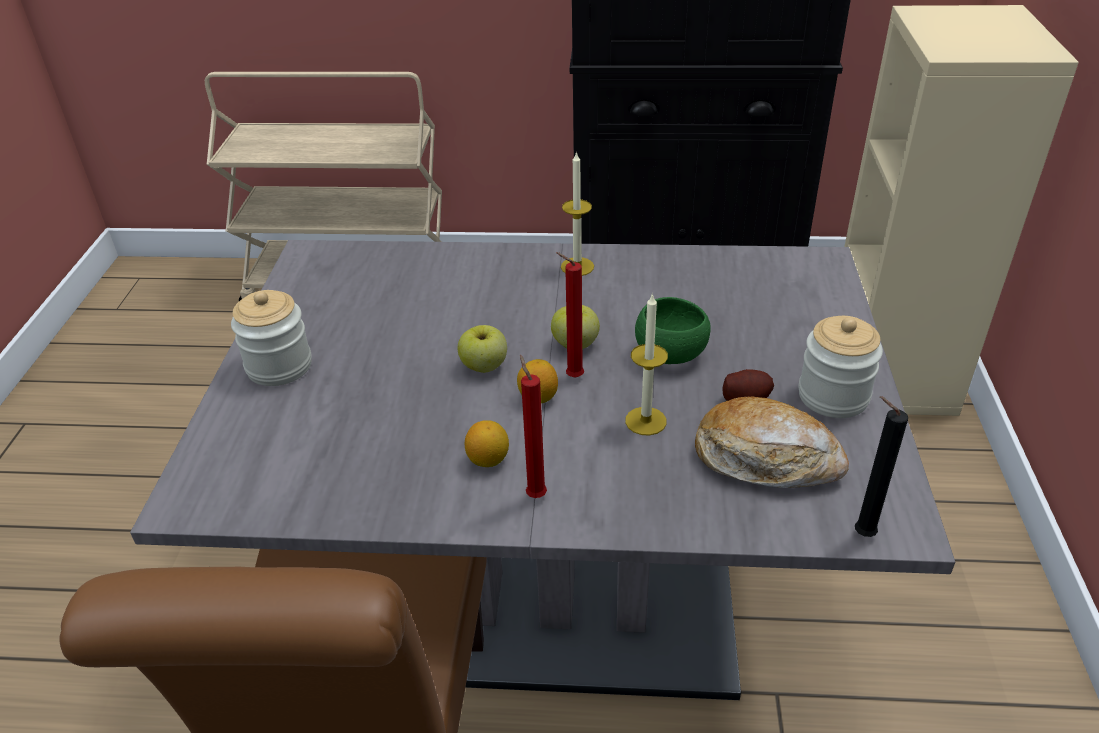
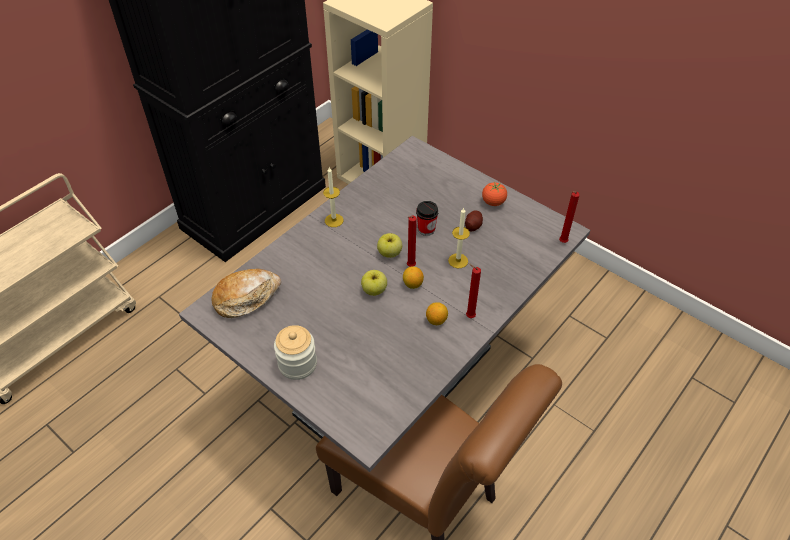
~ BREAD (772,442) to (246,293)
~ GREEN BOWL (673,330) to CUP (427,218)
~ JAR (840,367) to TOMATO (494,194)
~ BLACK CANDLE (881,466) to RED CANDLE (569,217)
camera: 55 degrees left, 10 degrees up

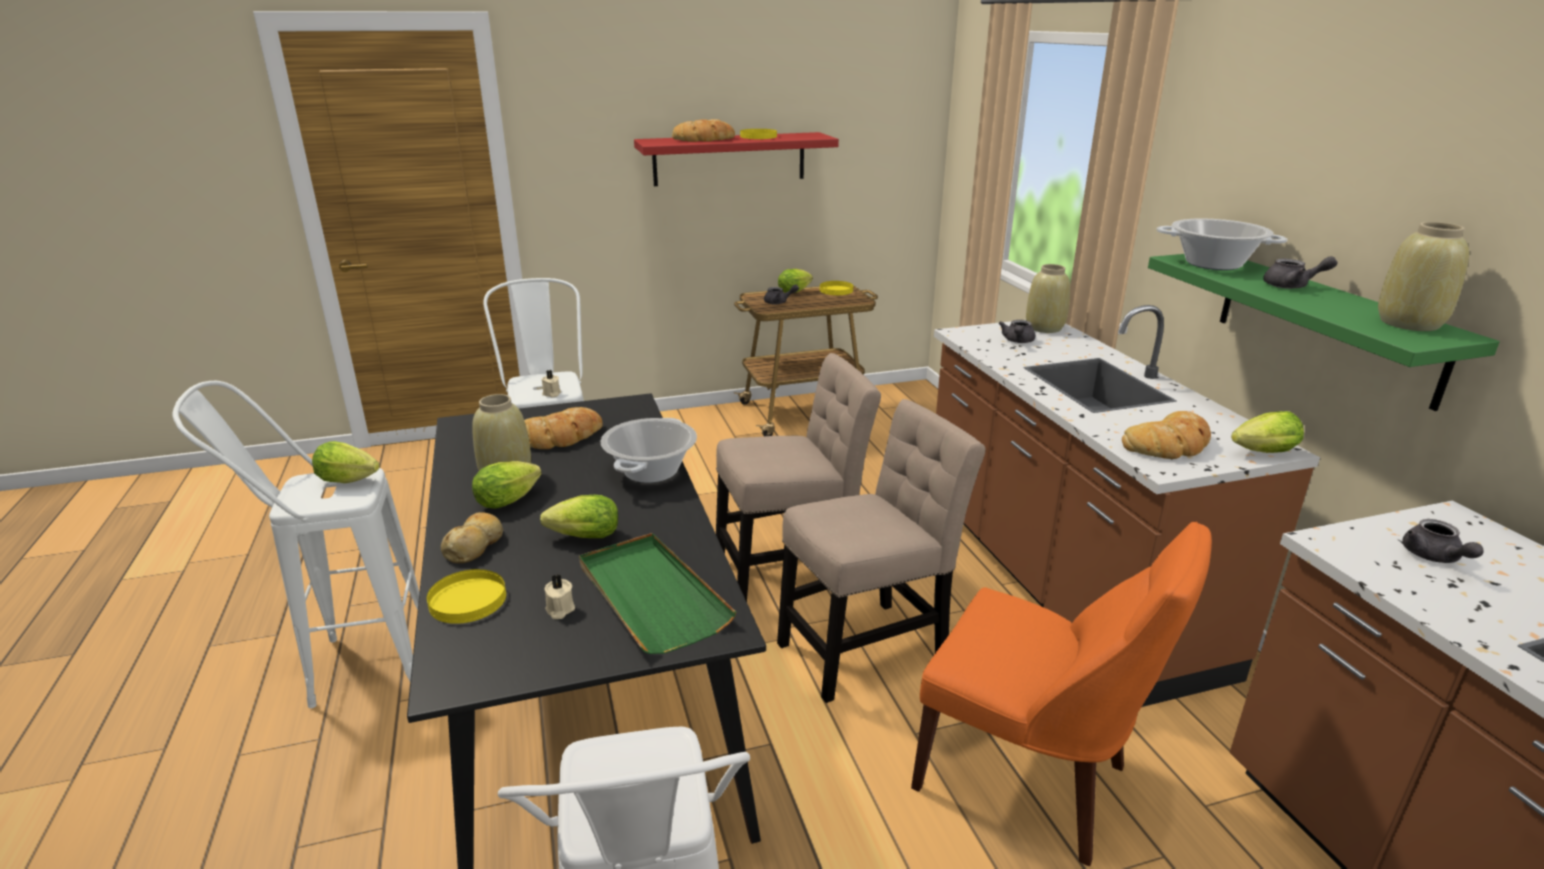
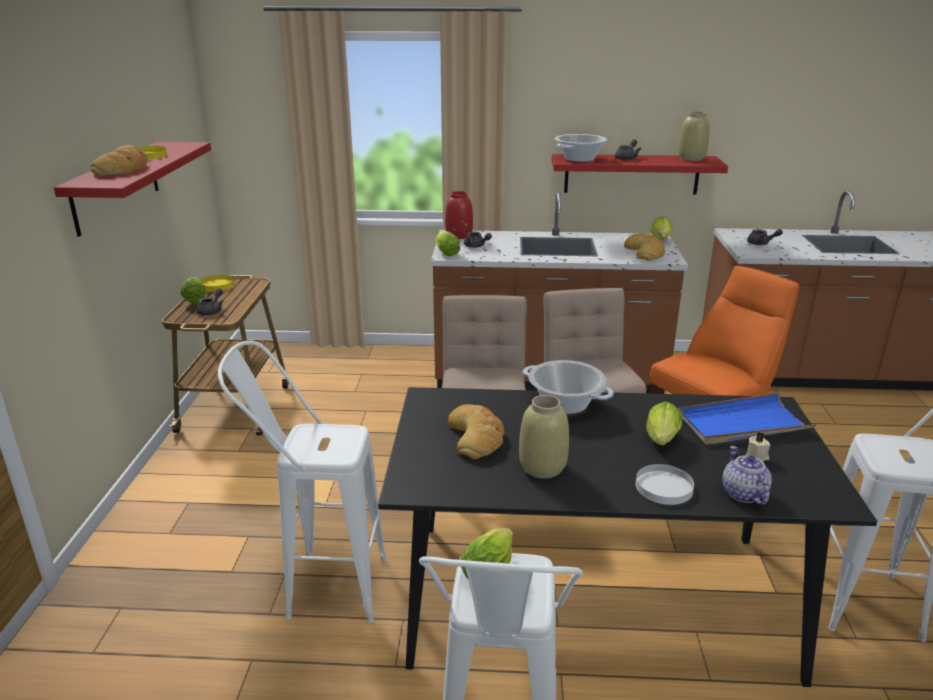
- BEIGE CANDLE (551,383)
~ LETTUCE (507,485) to (448,243)
~ YELLOW PLATE (466,596) to TEAPOT (747,475)
~ BREAD (472,537) to WHITE PLATE (665,484)
~ GREEN TRAY (658,593) to BLUE TRAY (747,418)
~ BEIGE VASE (1048,298) to RED VASE (459,215)
~ GREEN SHELF (1324,332) to RED SHELF (639,174)
camera: 70 degrees left, 0 degrees up

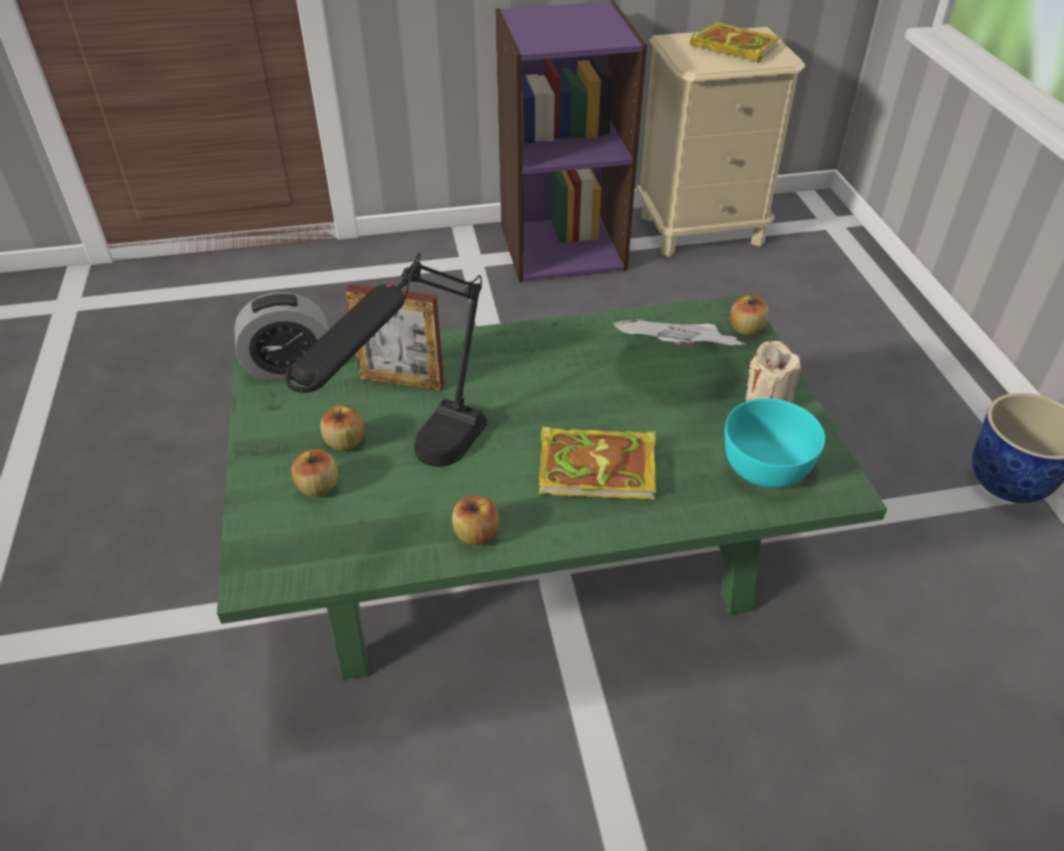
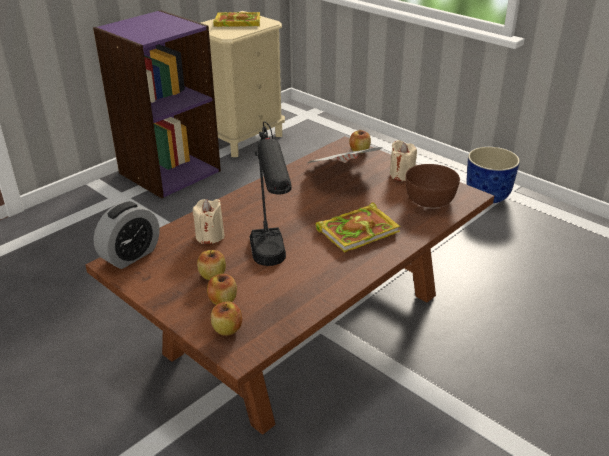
~ APPLE (475,520) to (226,318)
~ PICTURE FRAME (394,337) to BEIGE CANDLE (209,221)
~ GREEN COFFEE TABLE (552,487) to BROWN COFFEE TABLE (289,285)
~ TURQUOISE BOWL (775,443) to BROWN BOWL (432,186)
camera: 35 degrees left, 10 degrees down

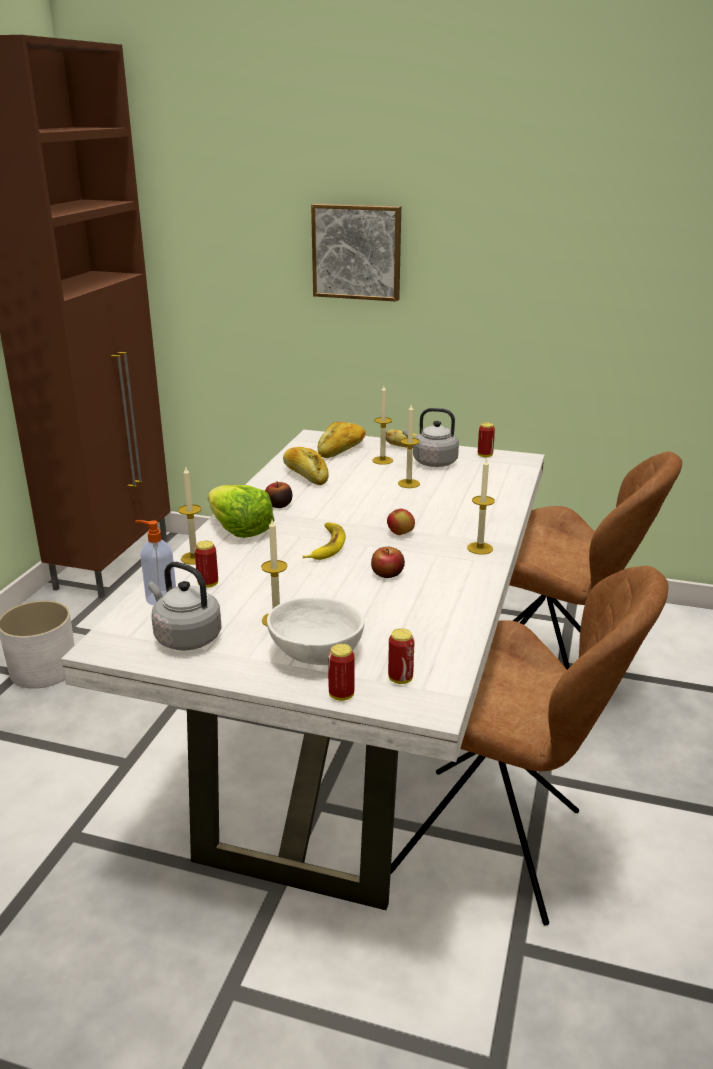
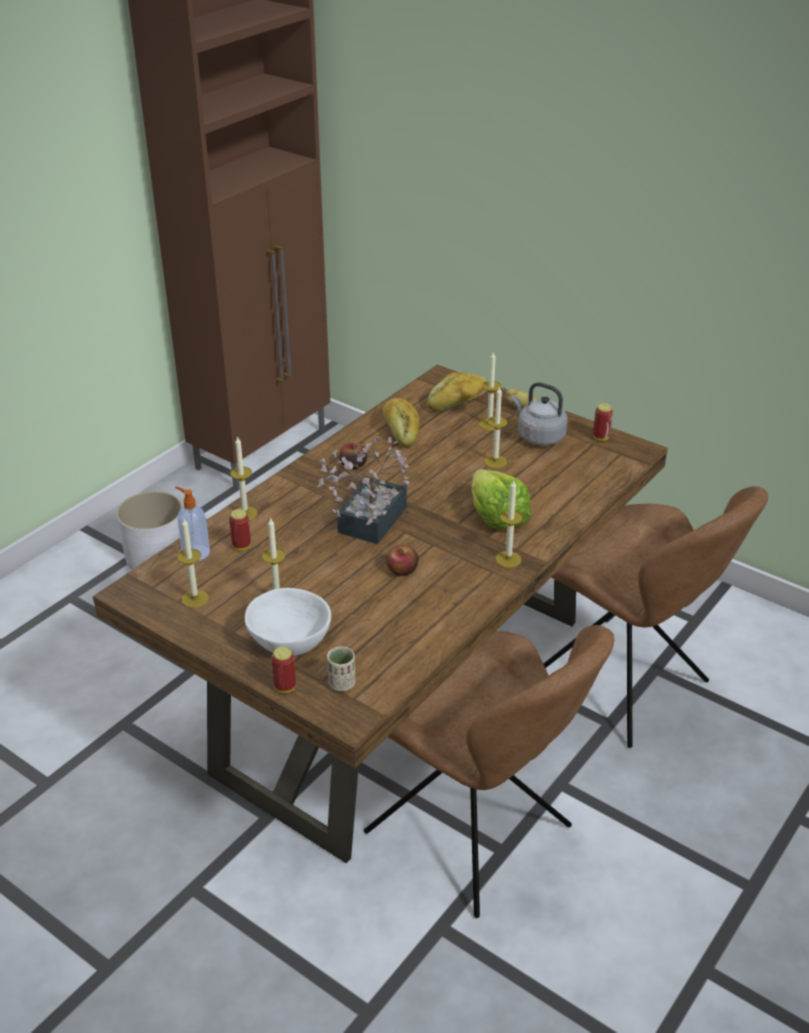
- PICTURE (356,252)
- APPLE (401,522)
~ LETTUCE (241,511) to (501,499)
~ GREY KETTLE (185,606) to CANDLE (193,563)
~ BANANA (324,541) to POTTED PLANT (363,490)
~ CAN (401,656) to BEIGE CUP (341,668)
~ WHITE DINING TABLE (302,669) to BROWN DINING TABLE (380,614)
camera: 20 degrees right, 10 degrees up

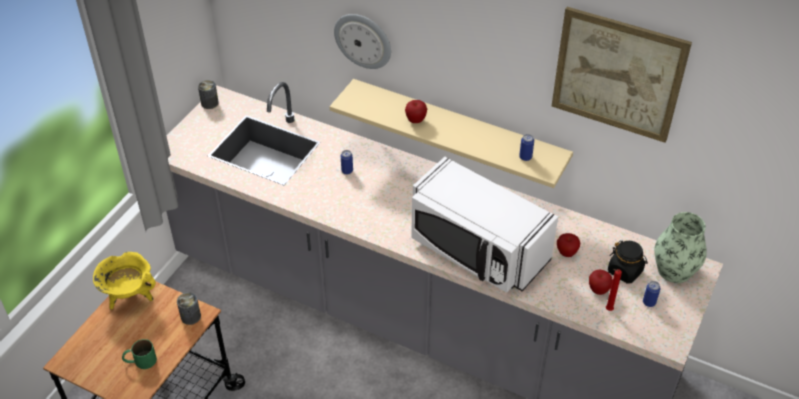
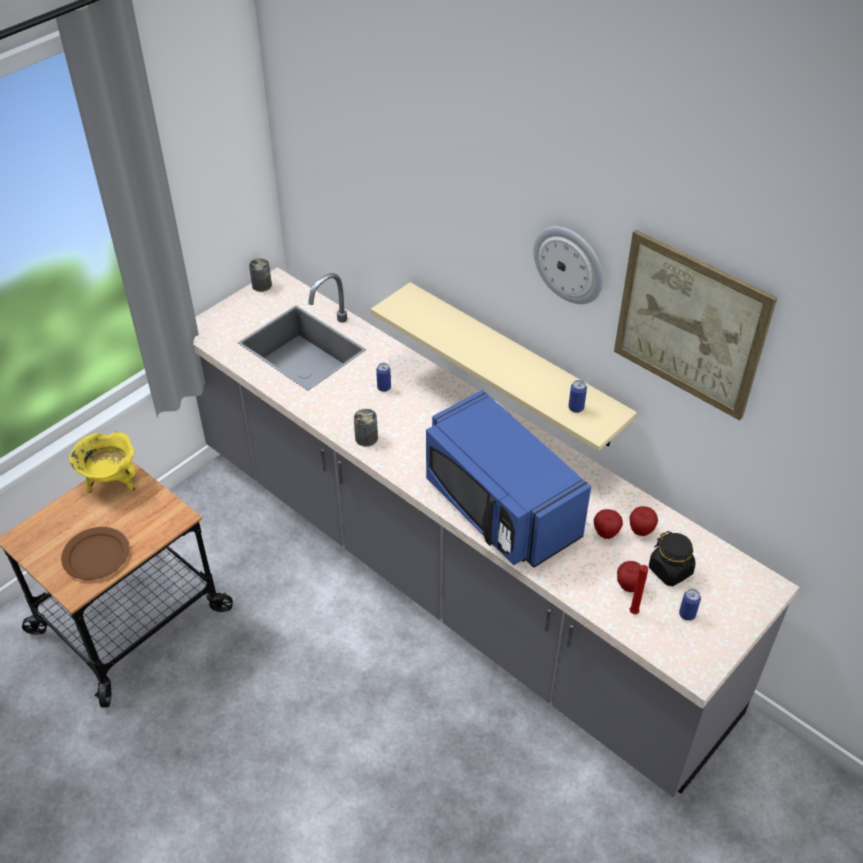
- VASE (680,247)
~ CAN (189,308) to (366,427)
~ WALL CLOCK (362,41) to (568,265)
~ APPLE (416,111) to (643,521)
~ GREEN MUG (139,354) to BROWN PLATE (95,553)
~ WHITE MICROWAVE (484,225) to BLUE MICROWAVE (508,479)
camera: 15 degrees right, 0 degrees up

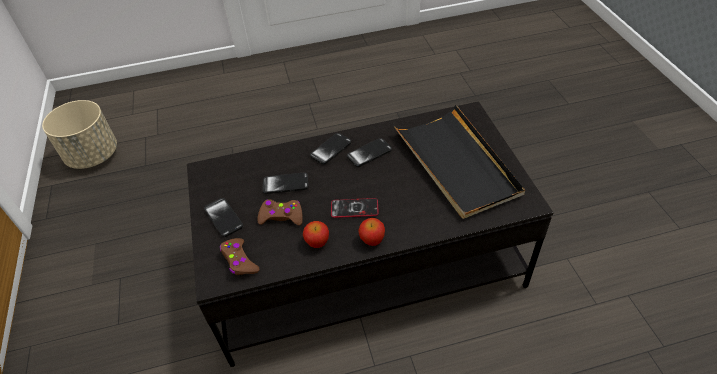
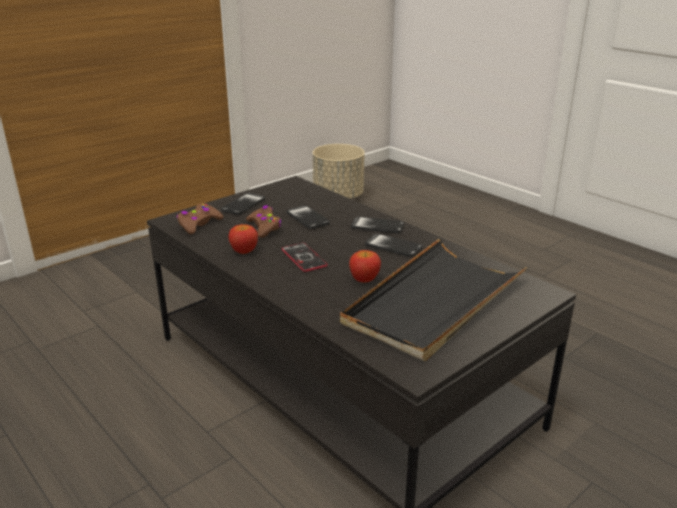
~ APPLE (371,232) to (365,266)
camera: 60 degrees right, 20 degrees down

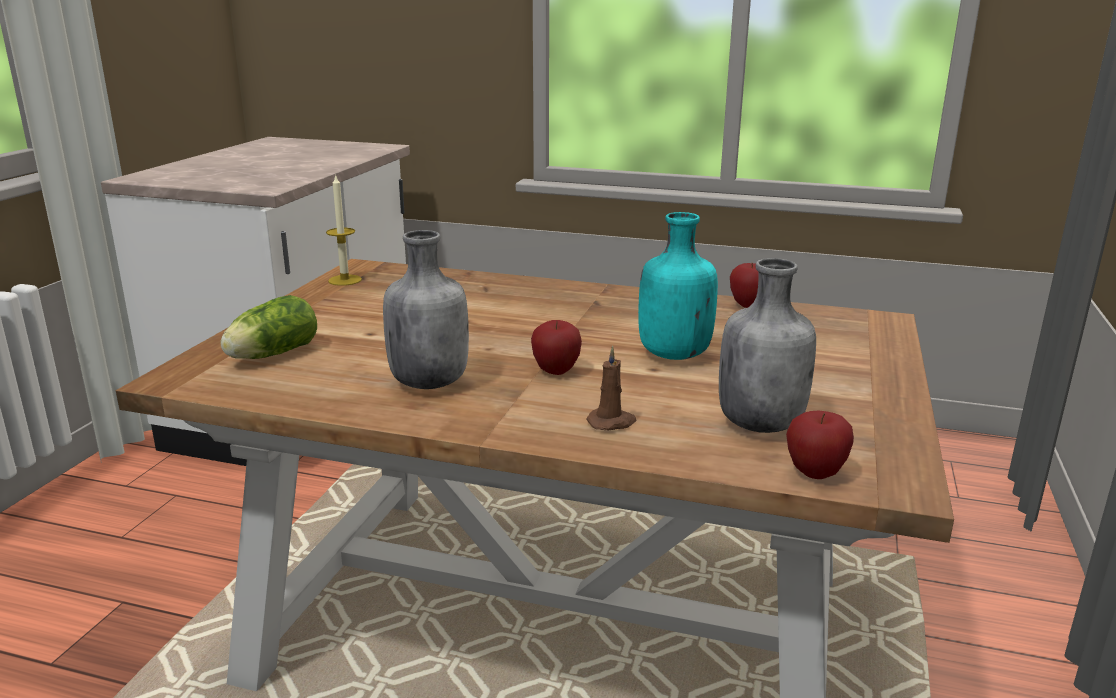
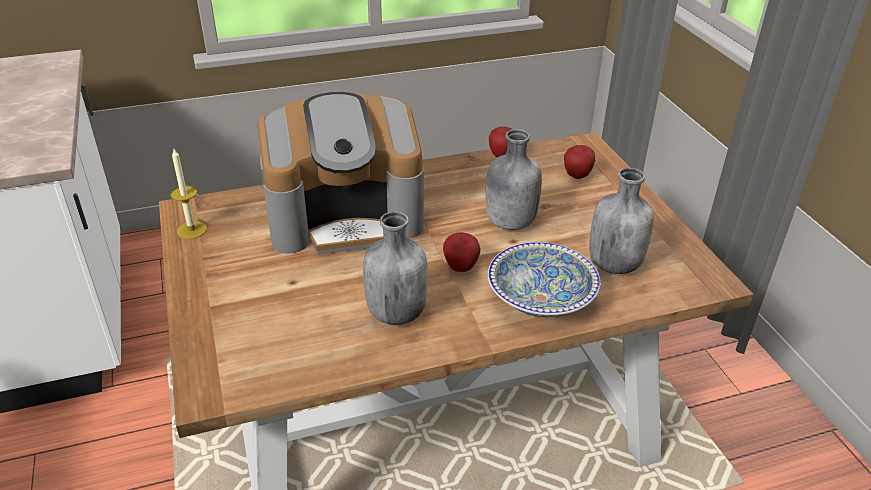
- LETTUCE (269,327)
+ COFFEE MACHINE (341,173)
~ APPLE (820,444) to (579,162)
~ BROWN CANDLE (611,388) to BOWL (544,279)
~ TURQUOISE BOTTLE (678,286) to GREY BOTTLE (513,179)
camera: 35 degrees left, 15 degrees up

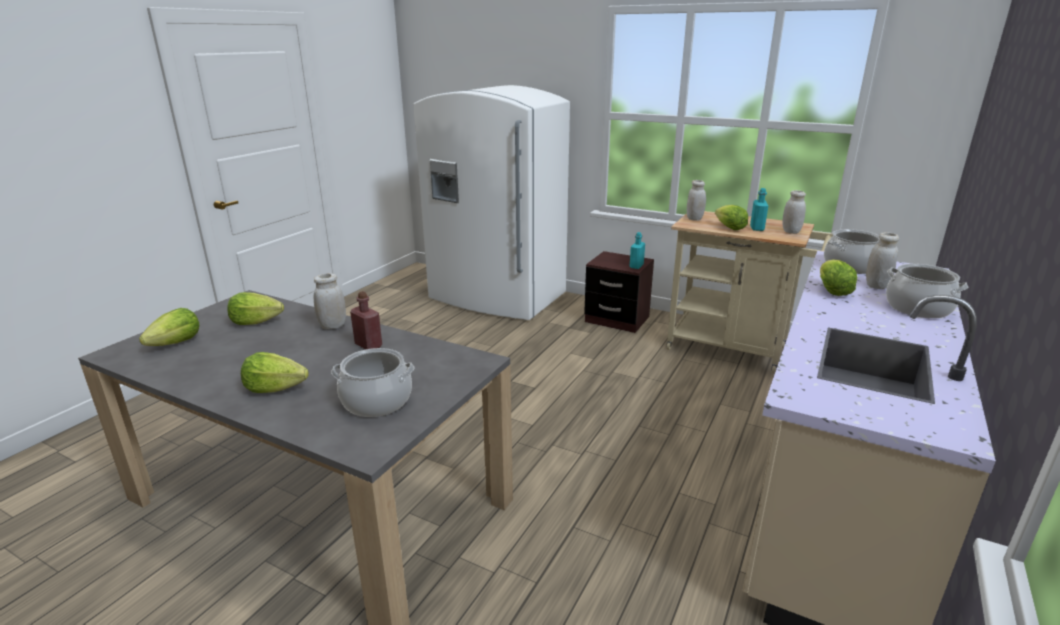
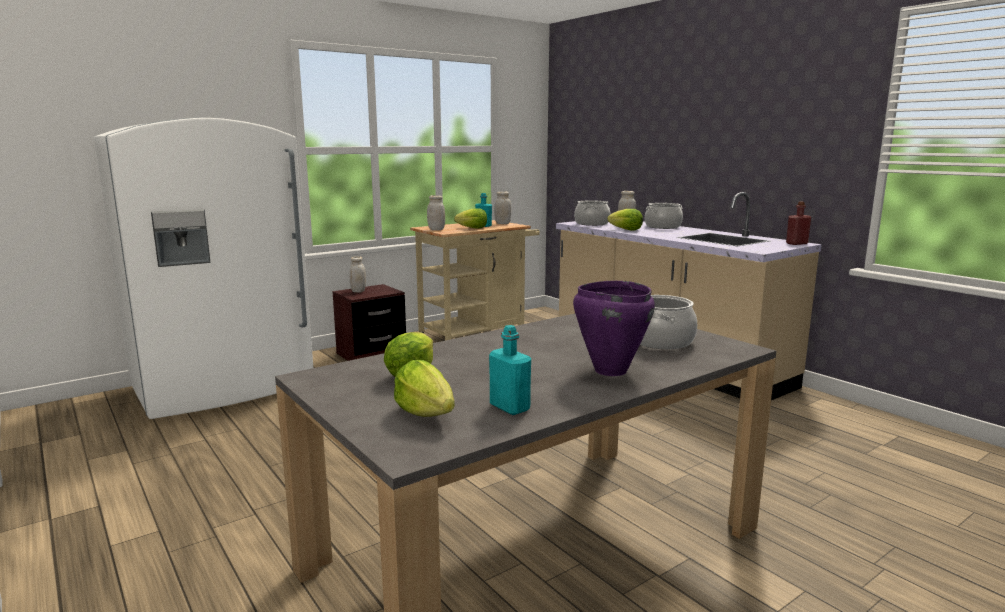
~ WHITE JAR (330,301) to (358,274)
~ RED BOTTLE (366,320) to (798,223)
~ TURQUOISE BOTTLE (637,250) to (510,370)
~ LETTUCE (275,372) to PURPLE COOKING POT (614,328)
camera: 65 degrees left, 10 degrees down

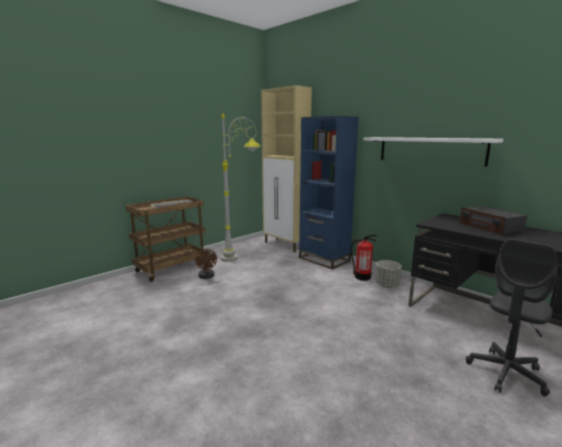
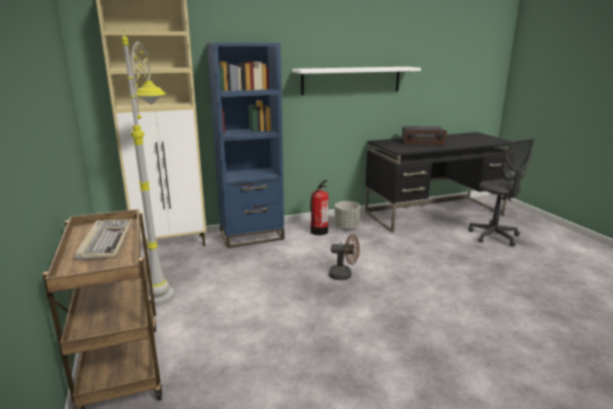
~ BROWN FAN (206,264) to (344,257)
camera: 65 degrees left, 5 degrees up

